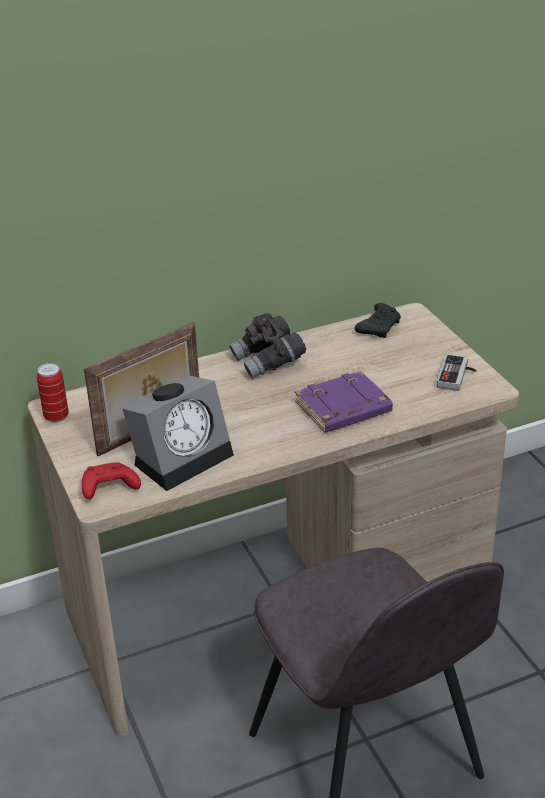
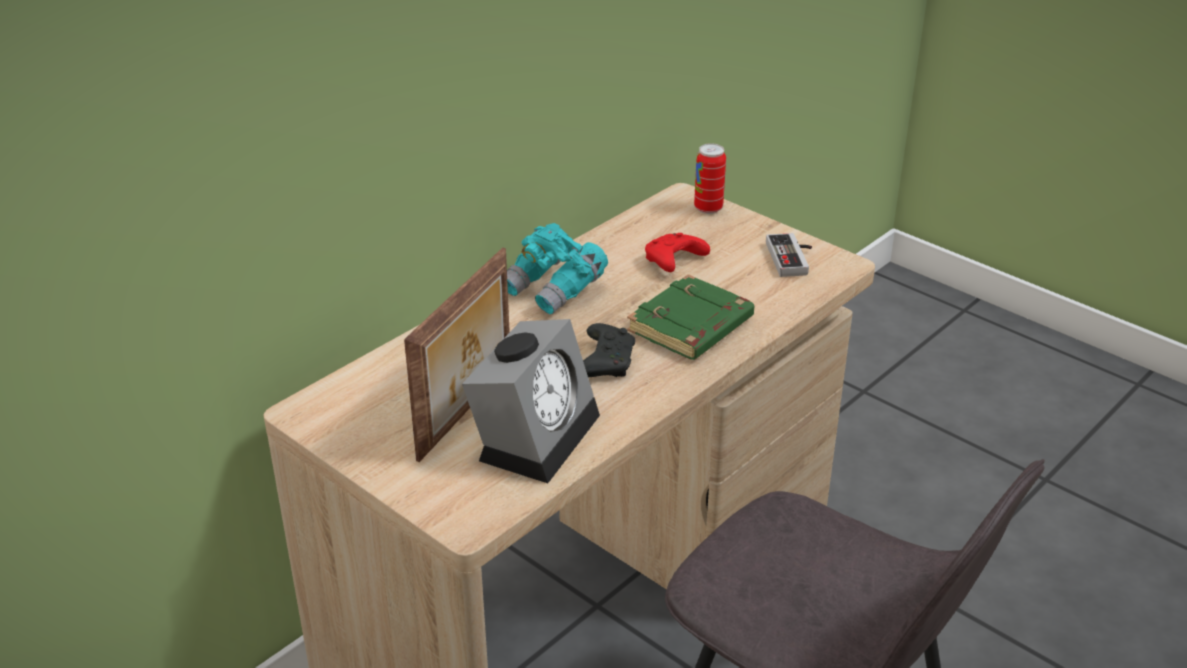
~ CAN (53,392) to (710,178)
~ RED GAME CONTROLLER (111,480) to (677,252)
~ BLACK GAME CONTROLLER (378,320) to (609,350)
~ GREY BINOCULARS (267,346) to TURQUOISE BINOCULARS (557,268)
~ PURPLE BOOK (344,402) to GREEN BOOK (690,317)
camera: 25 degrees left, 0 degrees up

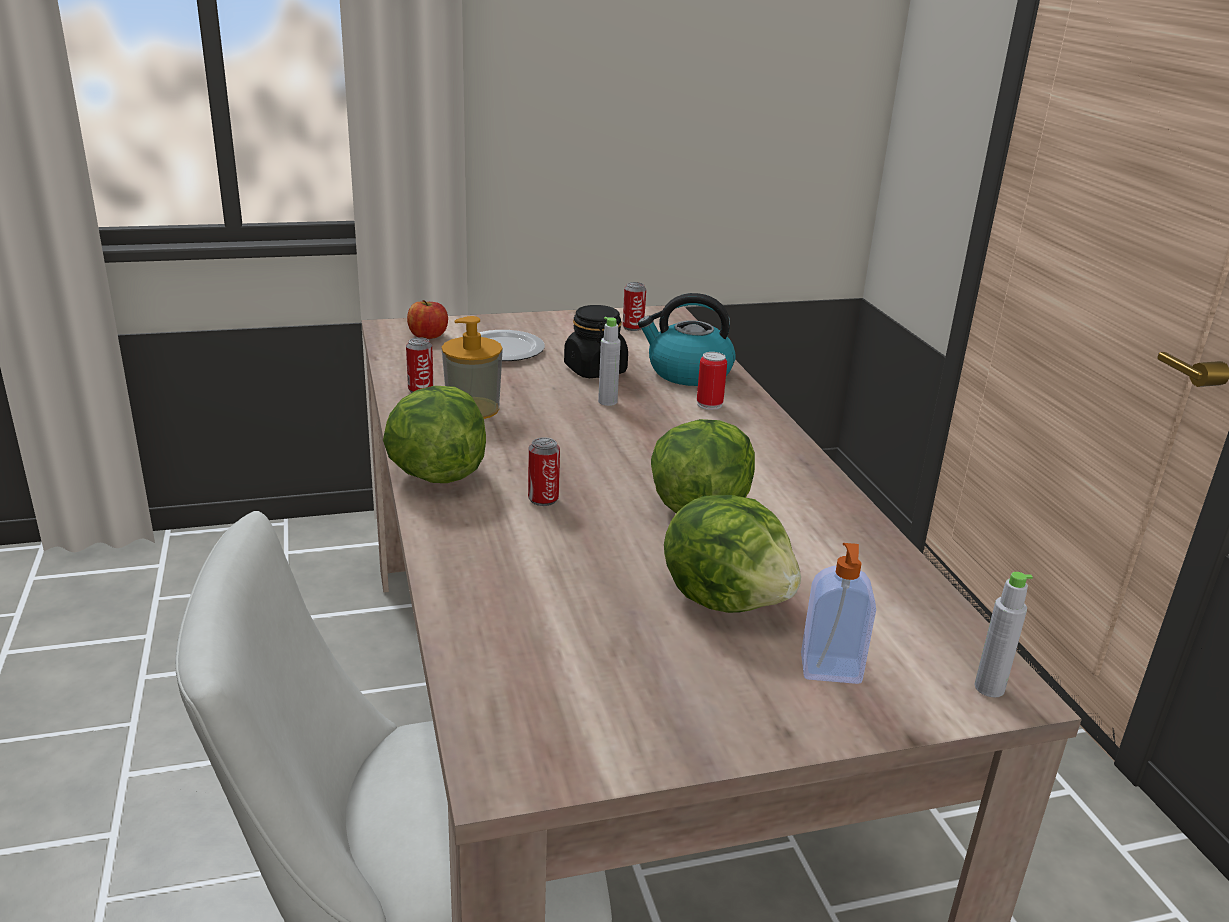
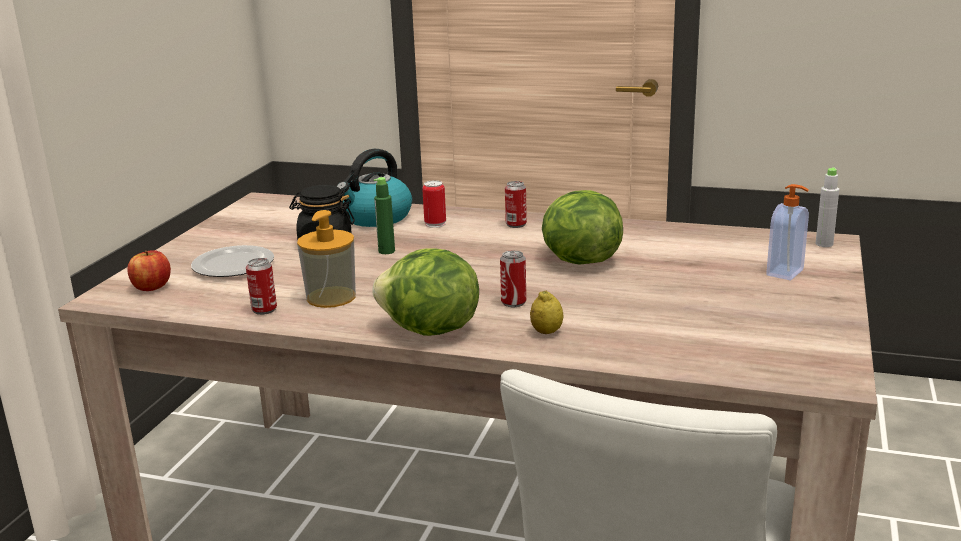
- LETTUCE (732,554)
+ LEMON (546,312)
~ CAN (634,306) to (516,204)
~ GREY BOTTLE (609,361) to GREEN BOTTLE (384,215)
camera: 55 degrees left, 5 degrees down

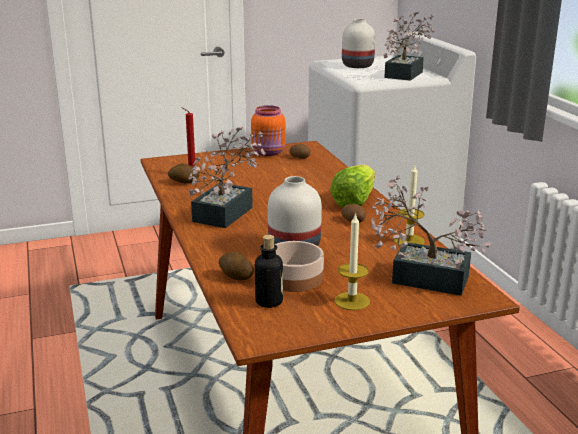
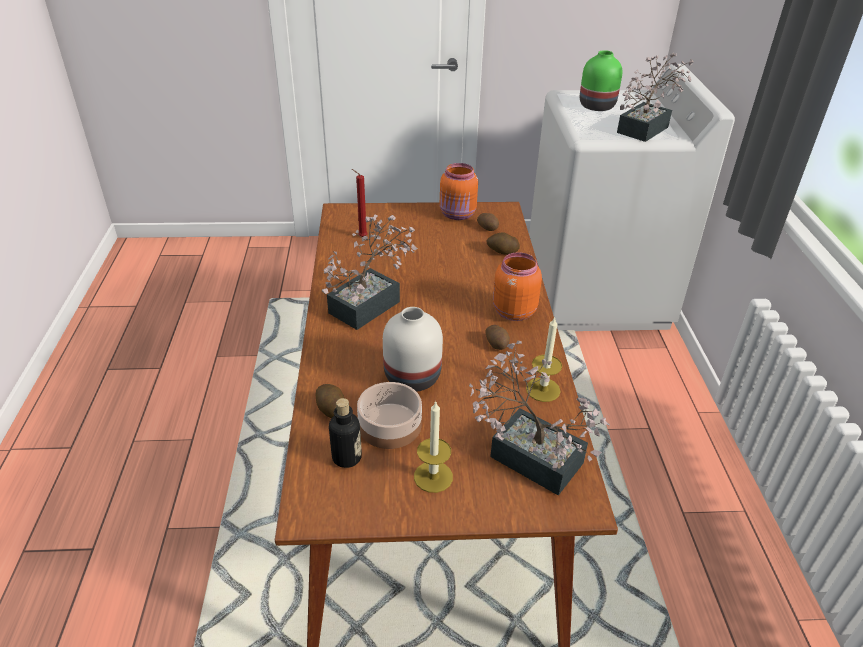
~ POTATO (184,173) to (503,243)
~ LETTUCE (352,186) to ORANGE JAR (517,286)
~ WHITE VASE (358,43) to GREEN VASE (601,80)
camera: 15 degrees right, 15 degrees up

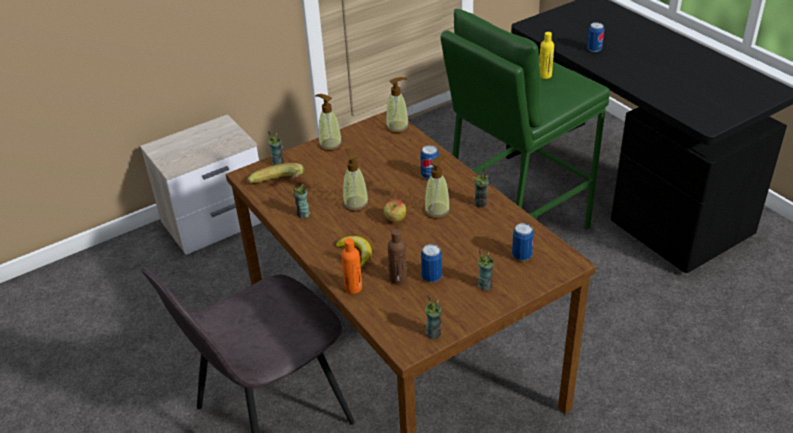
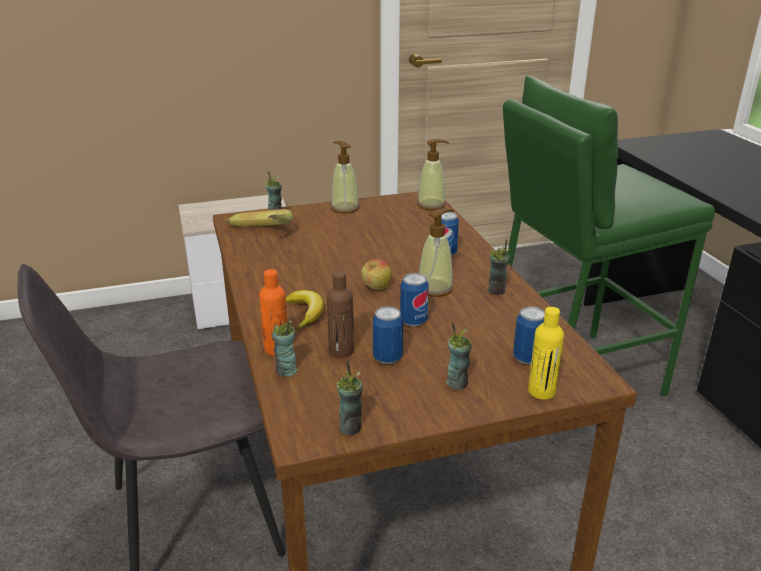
- SOAP DISPENSER (356,180)
~ CUP (301,201) to (285,349)
~ YELLOW BOTTLE (546,55) to (546,353)
~ CAN (595,37) to (414,300)
camera: 15 degrees right, 10 degrees down

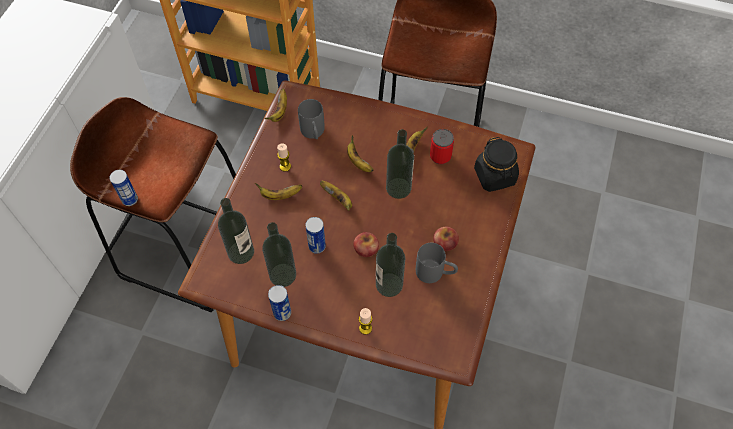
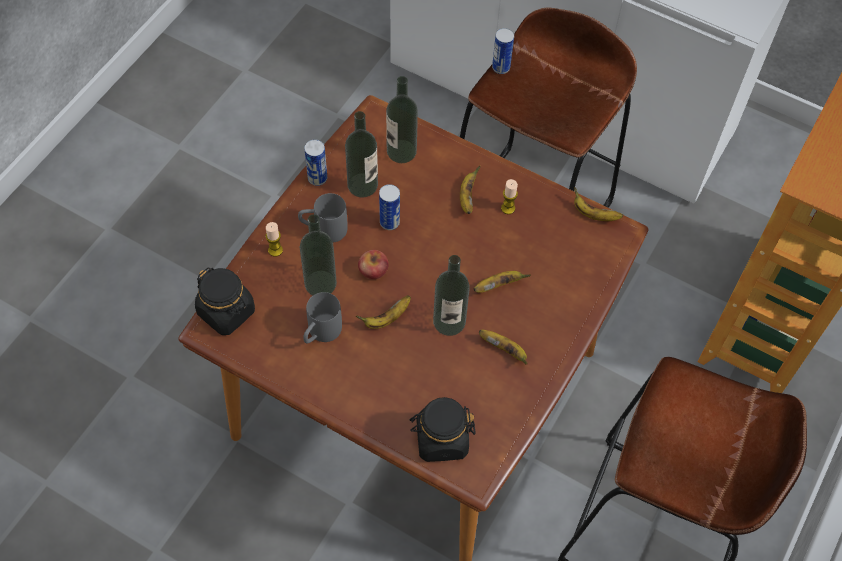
- CAN (442,146)
- APPLE (446,239)
+ BLACK JAR (225,301)
~ GREY MUG (311,119) to (323,217)
~ BANANA (336,196) to (383,312)
camera: 100 degrees right, 0 degrees up

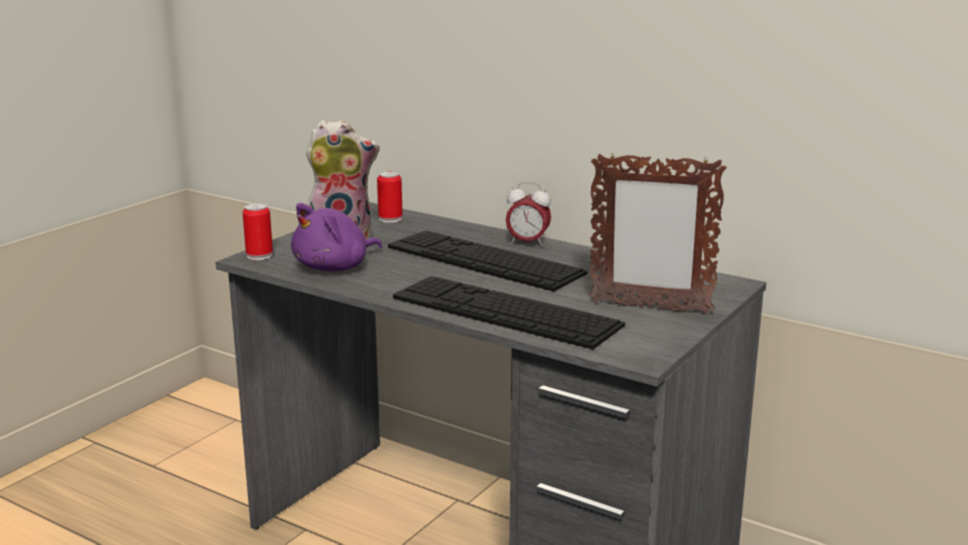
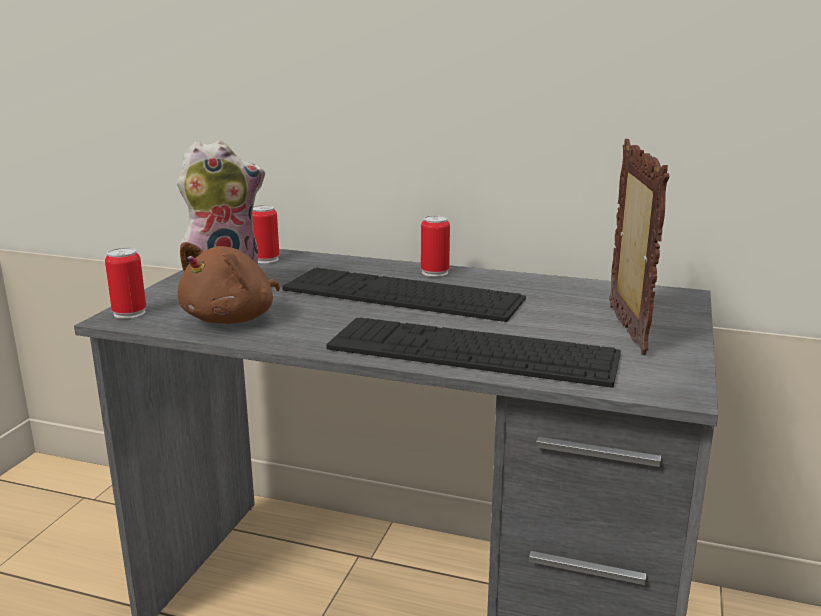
~ ALARM CLOCK (528,214) to CAN (435,246)
~ PURPLE PLUSH TOY (336,237) to BROWN PLUSH TOY (228,283)
~ PICTURE FRAME (658,234) = (639,247) 90 degrees counterclockwise
camera: 15 degrees left, 0 degrees up

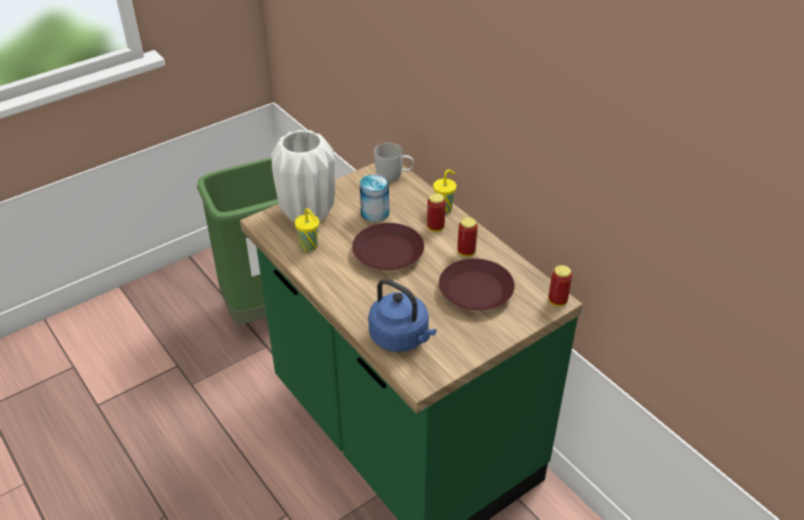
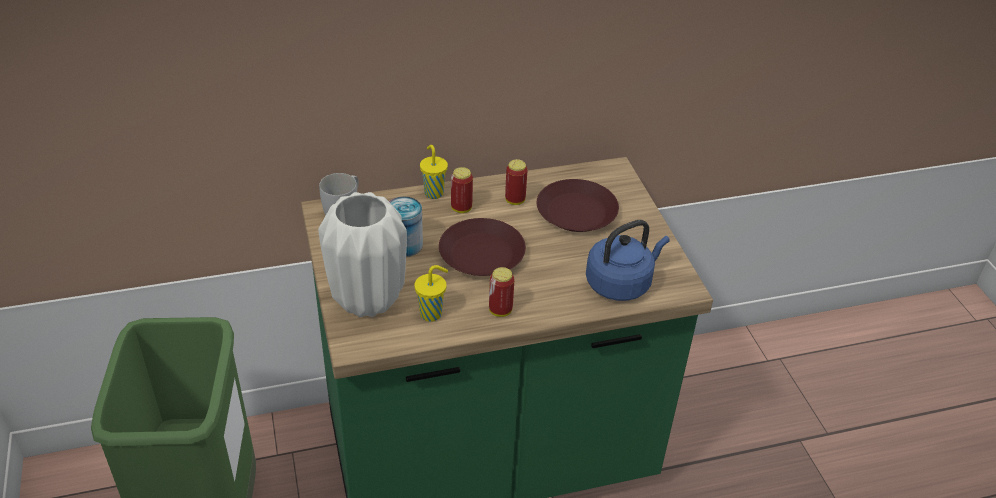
~ CAN (560,286) to (501,292)
camera: 70 degrees left, 0 degrees up

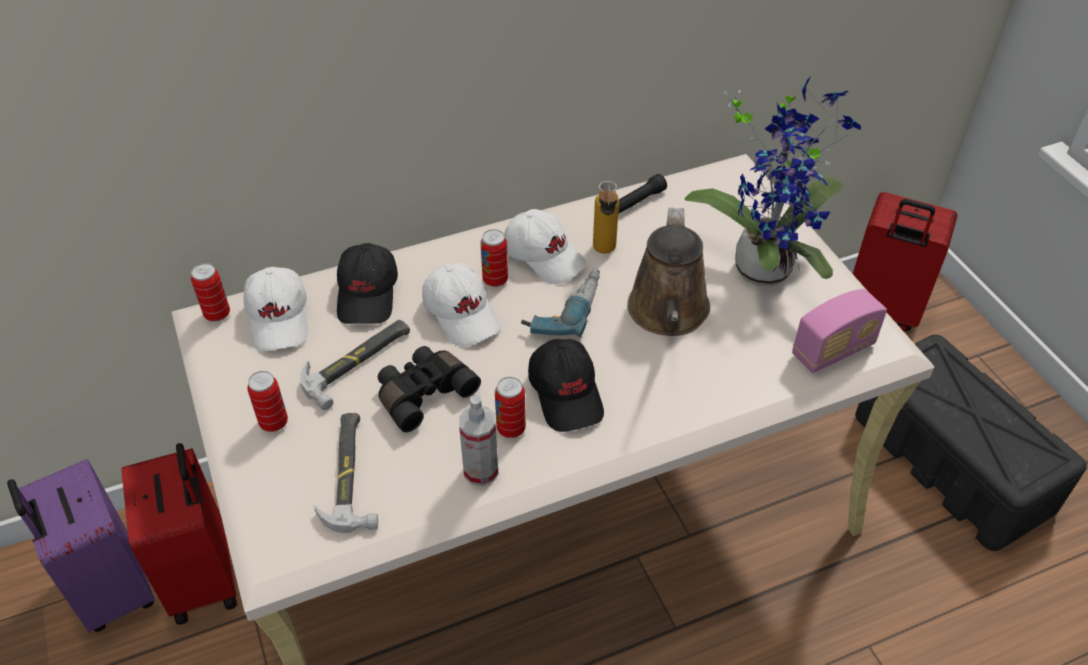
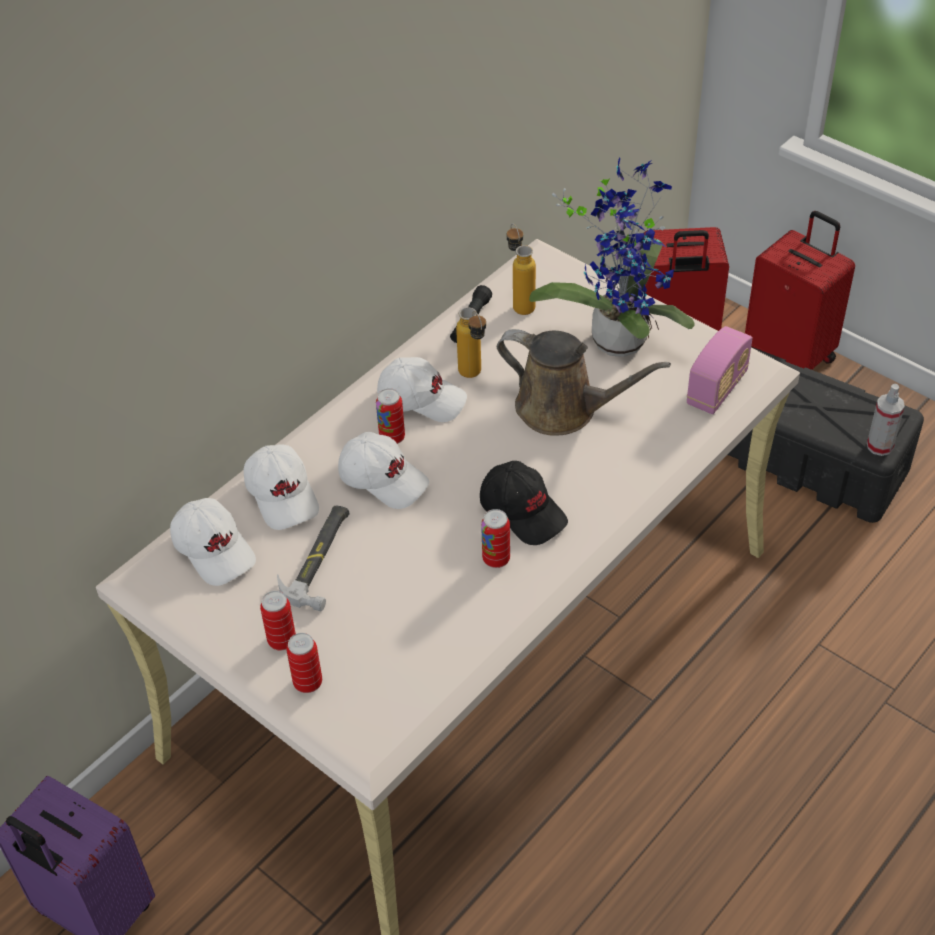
- HAMMER (346,473)
- BLACK BINOCULARS (429,389)
- POWER DRILL (560,302)
+ BOTTLE (521,269)
~ RED SUITCASE (179,534) to (800,290)
~ CAN (210,292) to (304,663)
~ SPRAY BOTTLE (478,440) to (886,420)
~ BLACK CAP (367,283) to WHITE CAP (281,487)
~ BROWN WATERING CAN (668,271) = (584,382) 45 degrees counterclockwise
camera: 25 degrees left, 0 degrees up

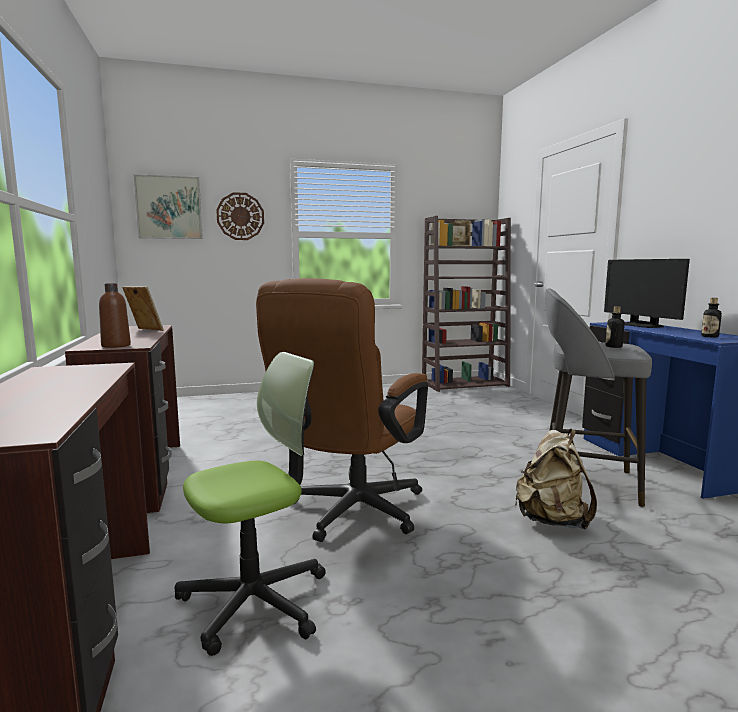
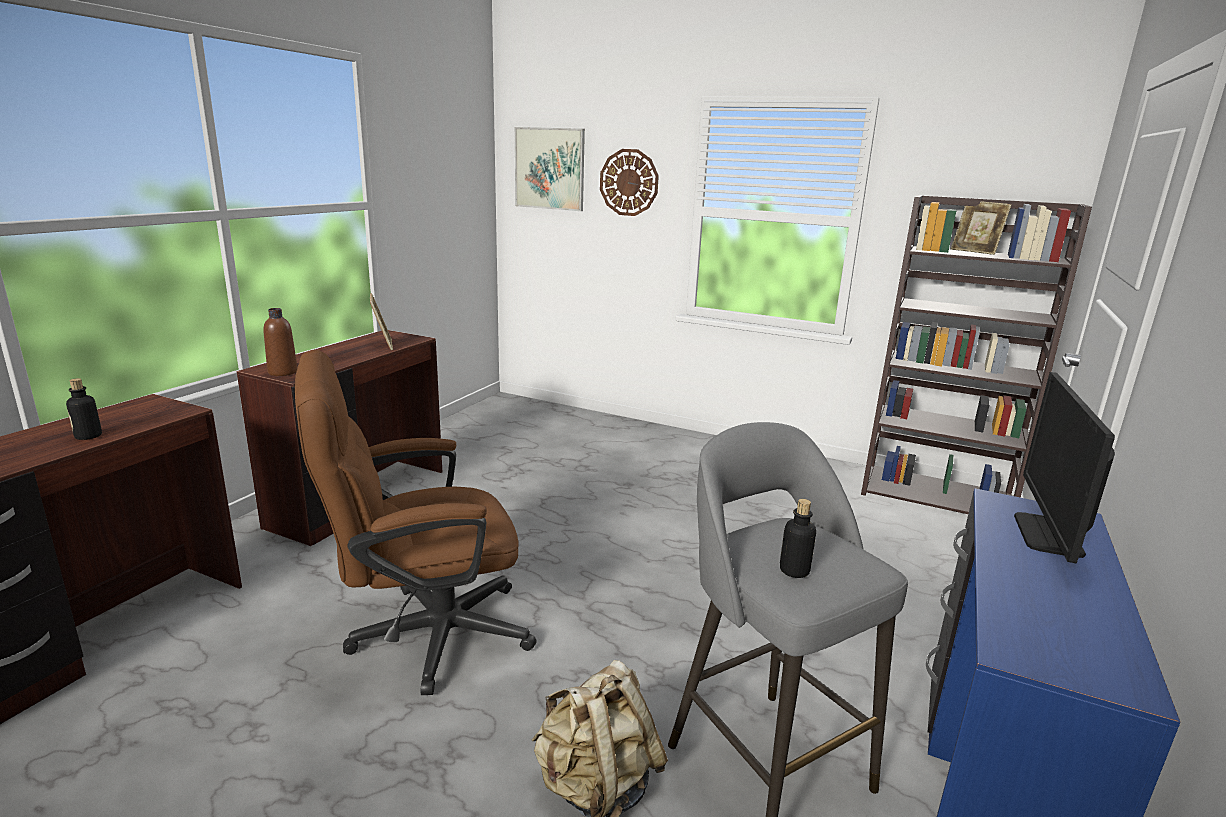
- OFFICE CHAIR (250,504)
~ BOTTLE (711,317) to (84,409)
camera: 40 degrees right, 10 degrees up

